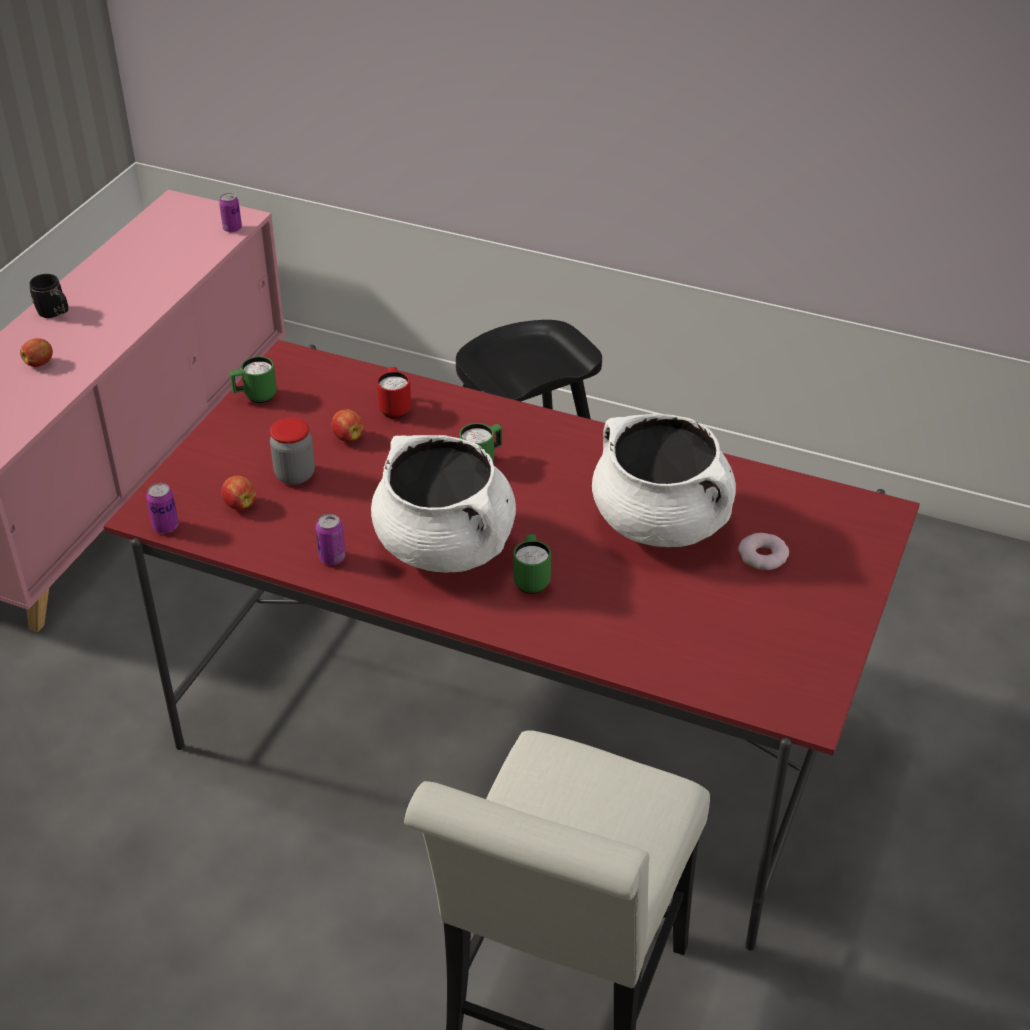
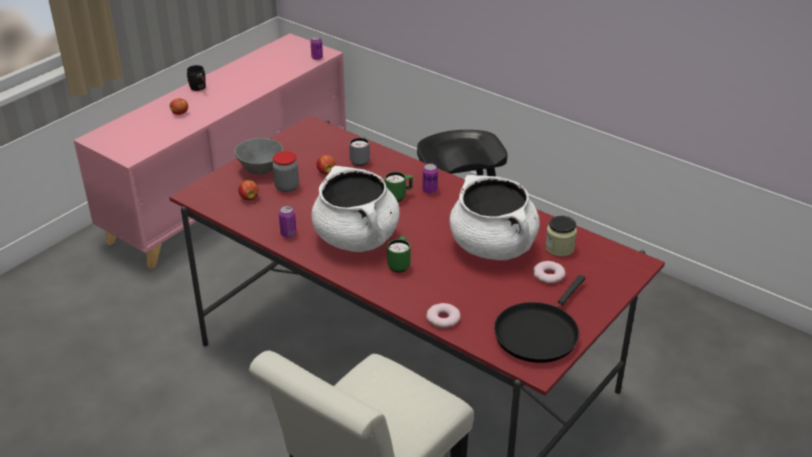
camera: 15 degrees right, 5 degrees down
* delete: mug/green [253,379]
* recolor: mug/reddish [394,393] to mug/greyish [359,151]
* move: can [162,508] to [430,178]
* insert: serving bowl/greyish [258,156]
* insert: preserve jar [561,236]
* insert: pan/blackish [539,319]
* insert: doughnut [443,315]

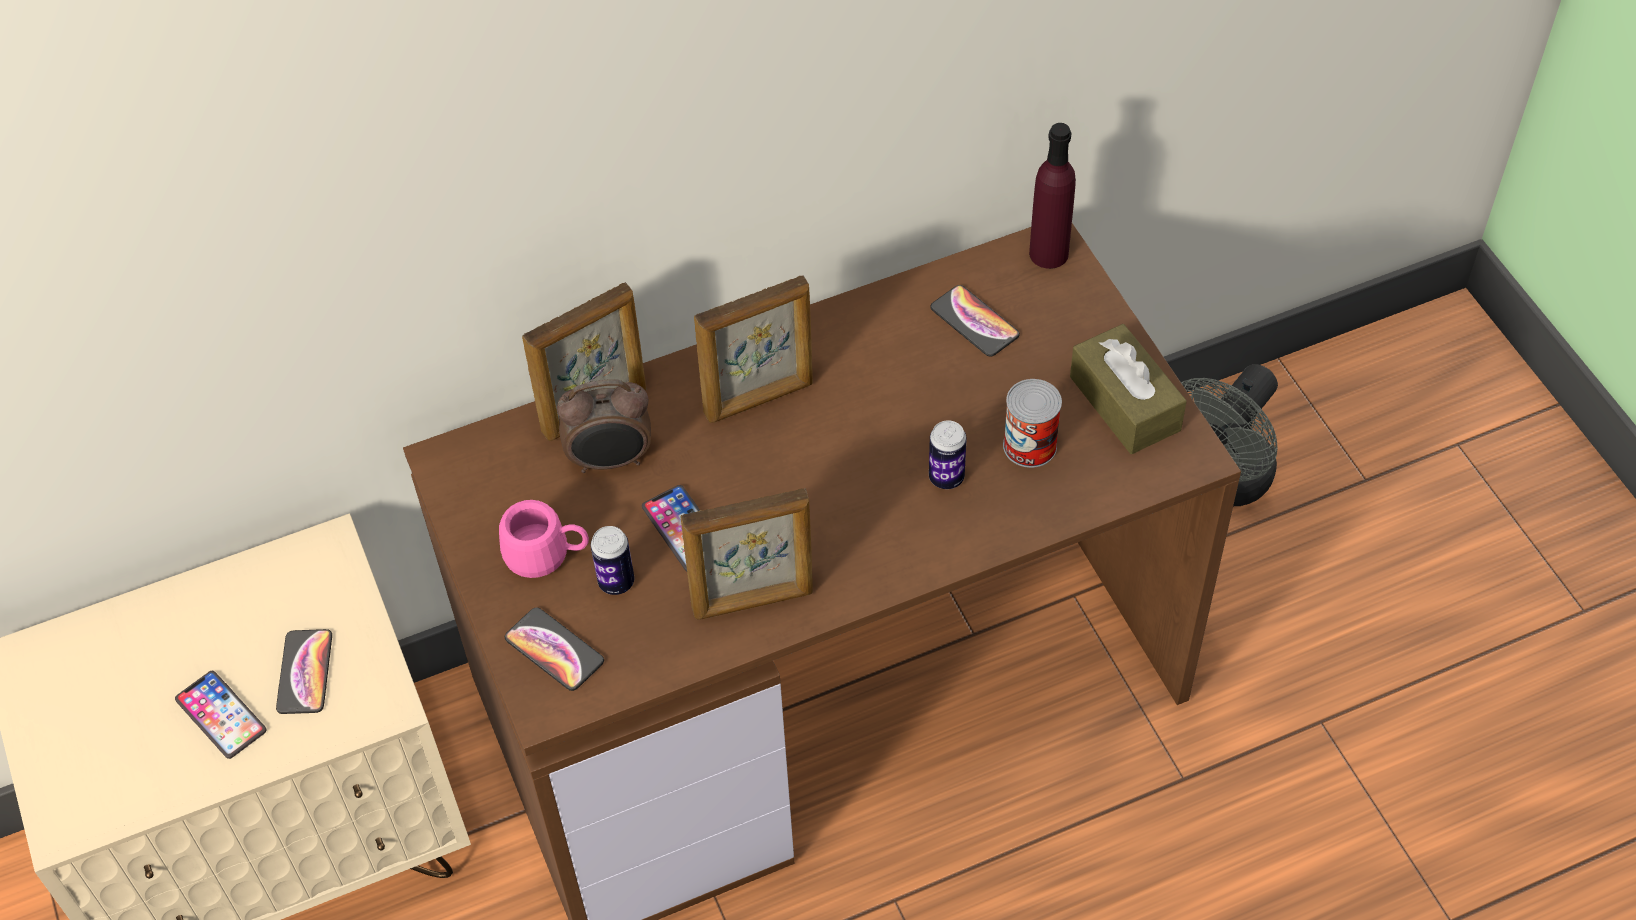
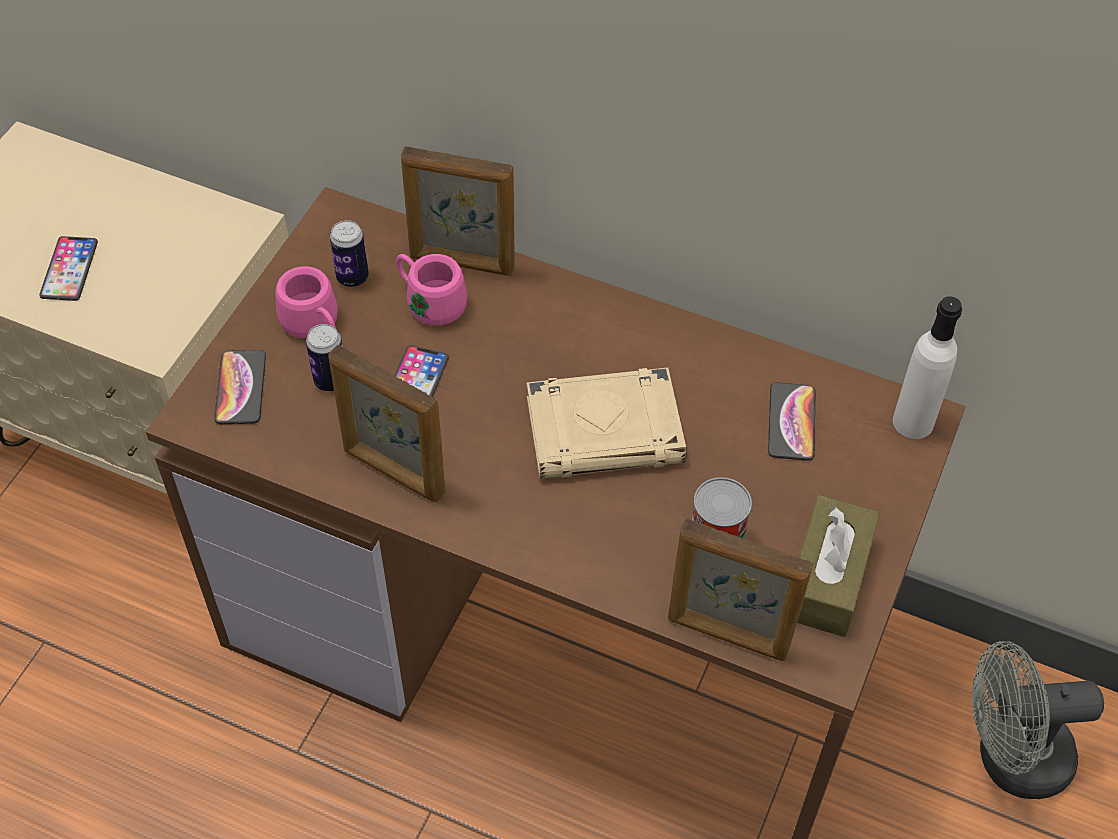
camera: 45 degrees right, 0 degrees up
* recolor: bottle/purple [1052,196] to bottle/white [927,367]
* move: standing frame [753,349] to [740,590]
* replace: bedside clock [604,426] to mug/pink-coloured [431,289]
* move: can [948,454] to [349,253]
* delete: phone [304,671]
* insert: volume/sand-coloured [607,423]

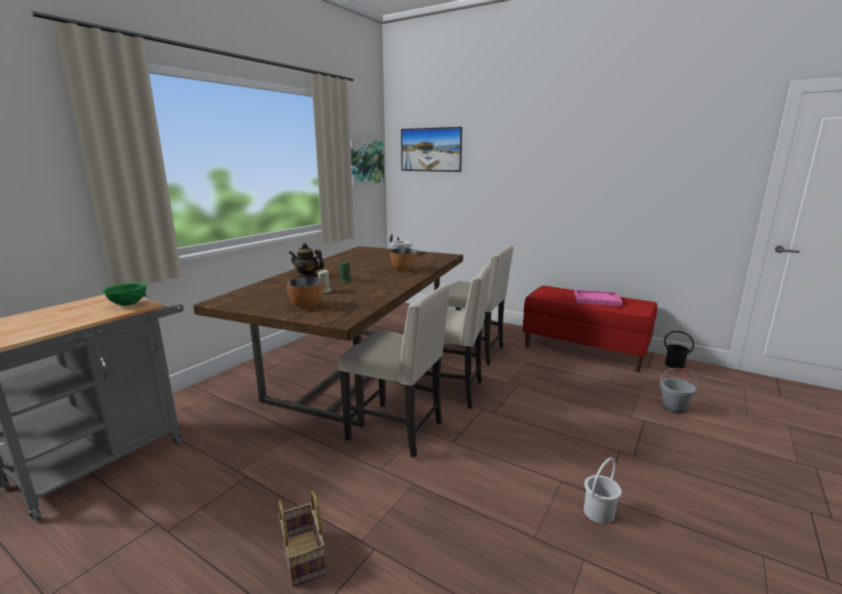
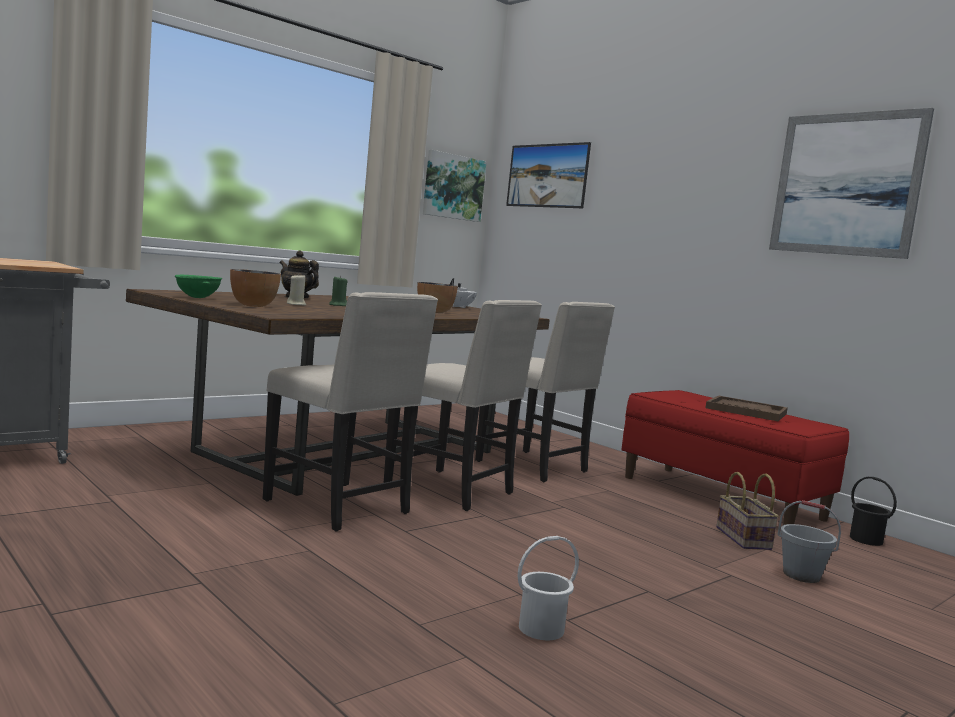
camera: 15 degrees right, 10 degrees down
* move: serving bowl/green [124,294] to [198,286]
* recolor: tray/pink-coloured [598,298] to tray/brown [746,408]
* move: household basket [302,539] to [747,511]
* insert: picture [851,183]

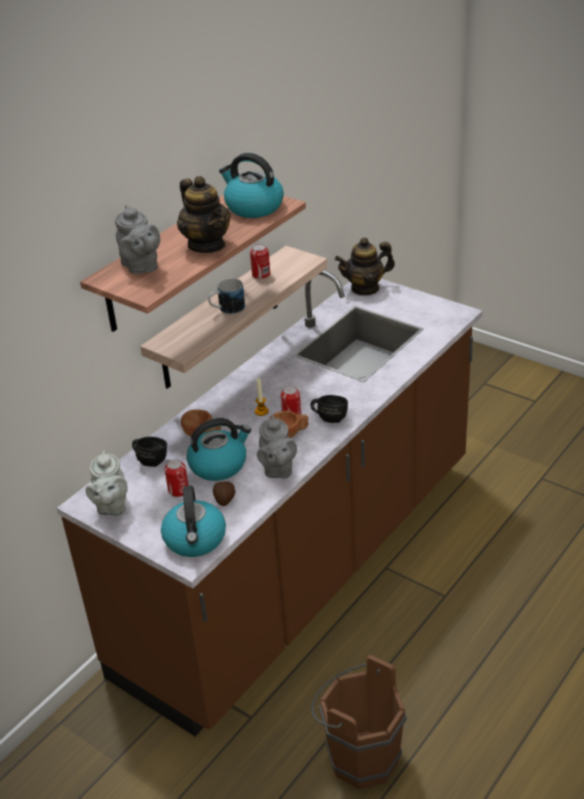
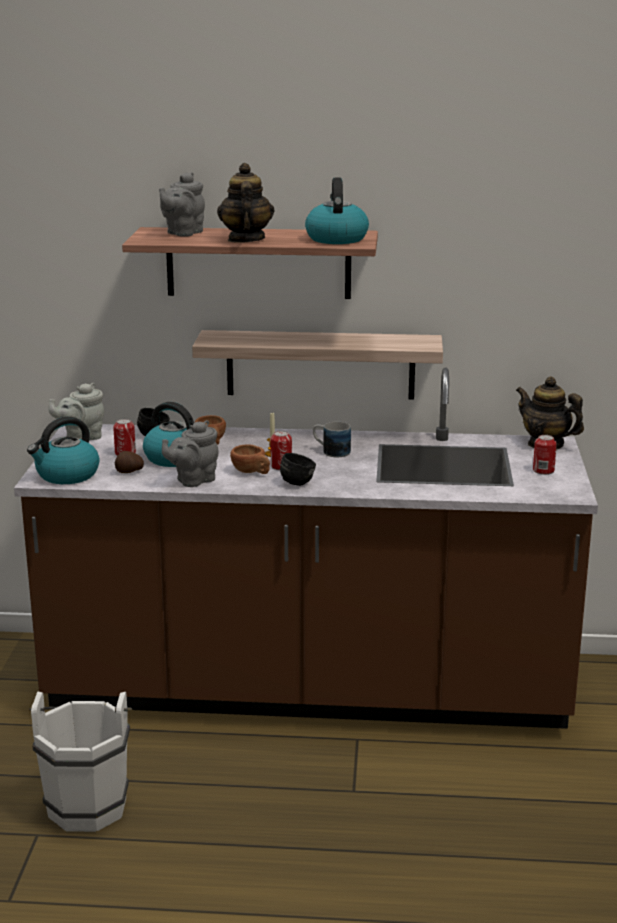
camera: 55 degrees right, 15 degrees down
* rotate: tea pot [204,214] = [246,203] 150 degrees clockwise
* move: can [260,261] to [545,455]
* move: mug [226,296] to [332,439]
* recolor: bucket/brown [359,722] to bucket/white [80,762]

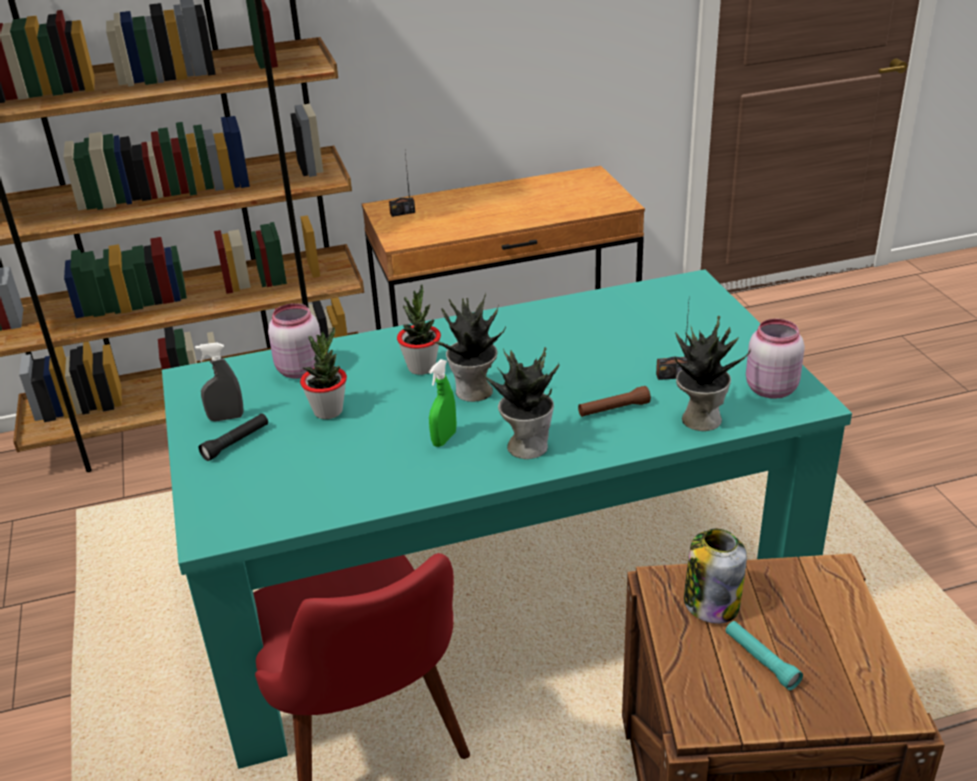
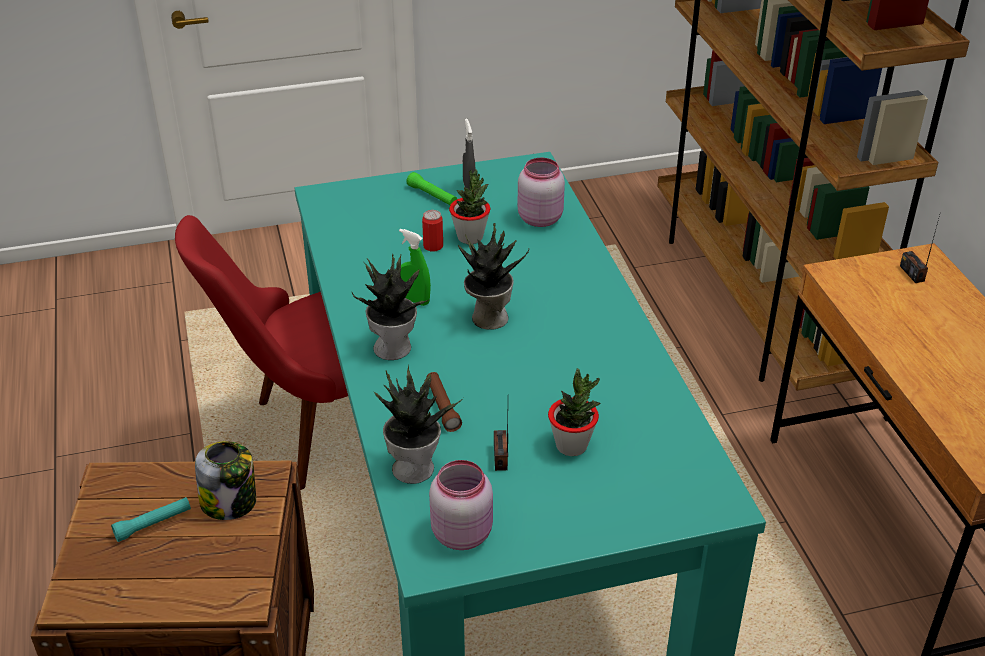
camera: 90 degrees right, 5 degrees up
* move: plant in a pot [419,329] to [574,412]
* recolor: flashlight/blackish [233,437] to flashlight/green [431,188]
* insert: can [432,231]

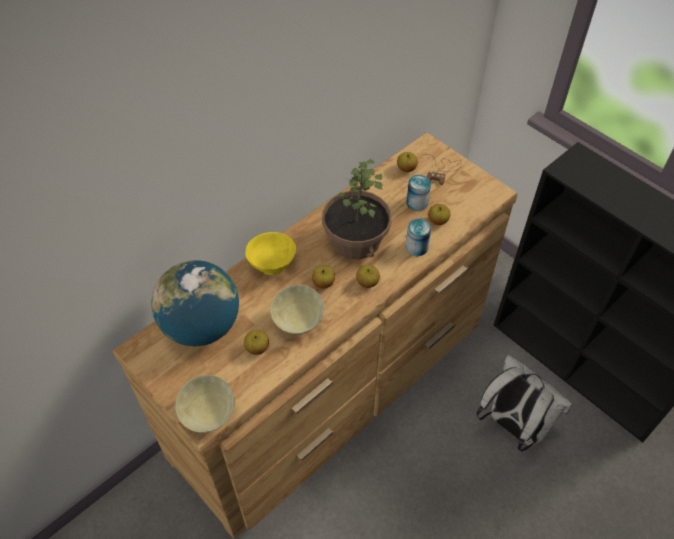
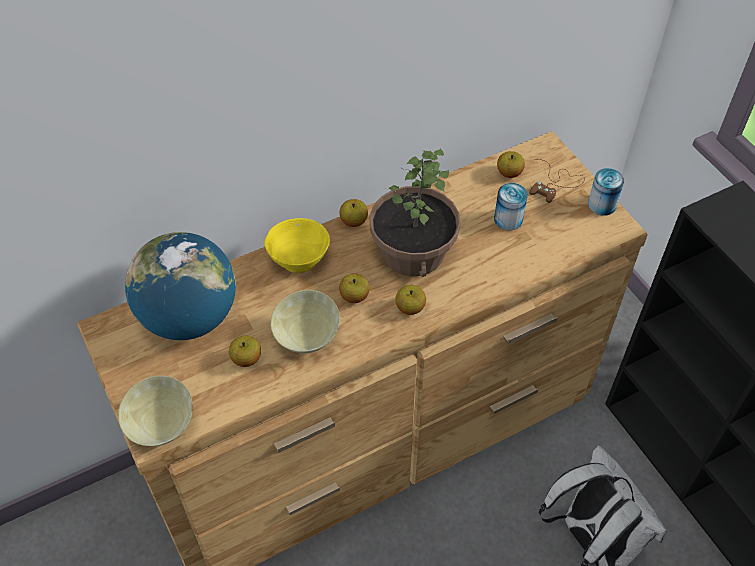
camera: 15 degrees right, 0 degrees up
* move: apple fruit [439,214] to [353,213]
* move: can [418,237] to [606,192]

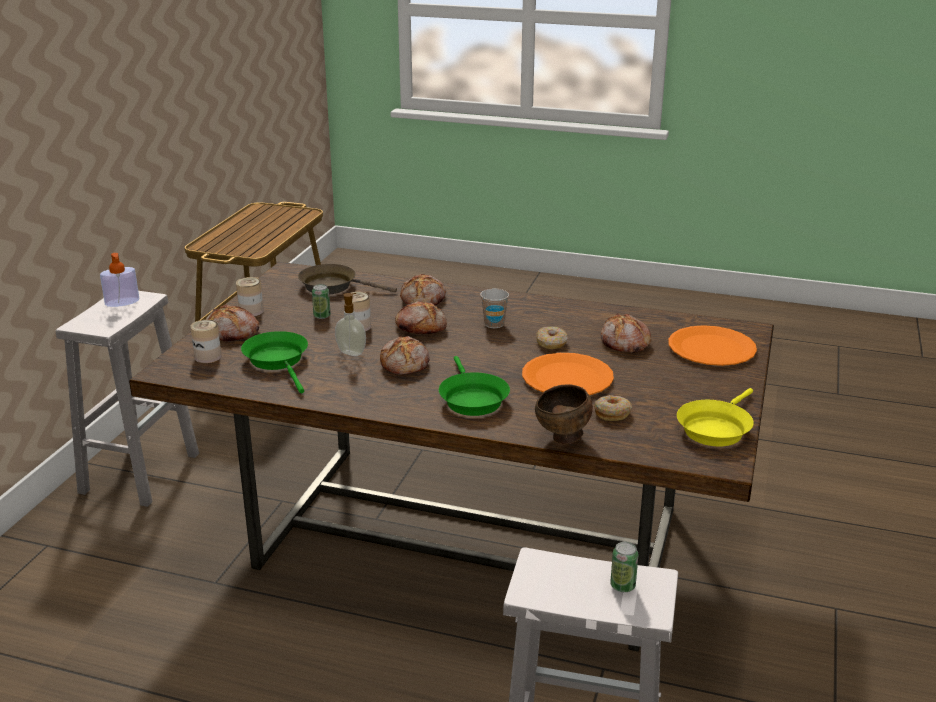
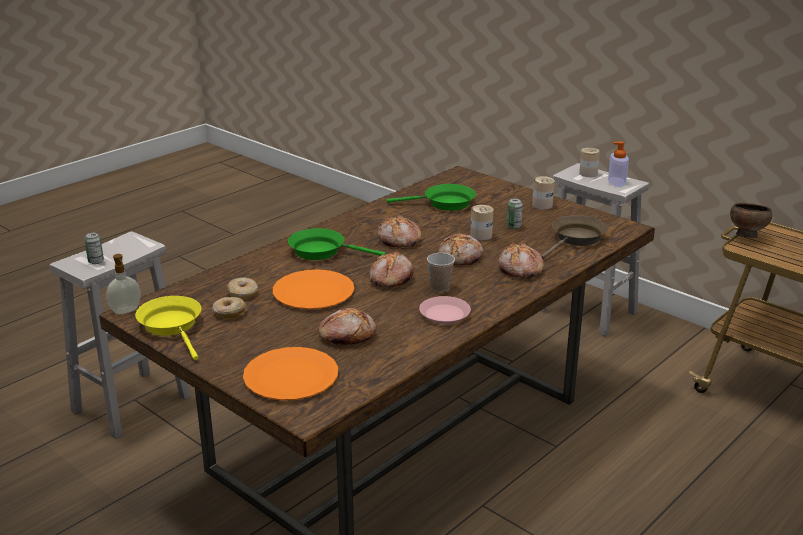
camera: 115 degrees right, 0 degrees up
* move: soap dispenser [350,324] to [123,284]
* move: baked bread [232,323] to [391,269]
* move: can [206,341] to [589,162]
* move: doughnut [552,337] to [229,308]
* move: serving bowl/brown [564,414] to [751,220]
* insert: plate/pink-coloured [445,310]

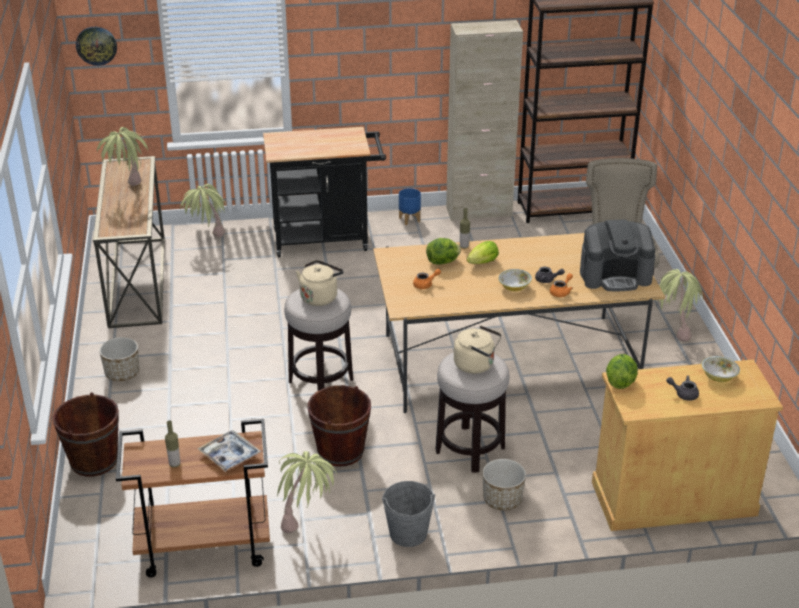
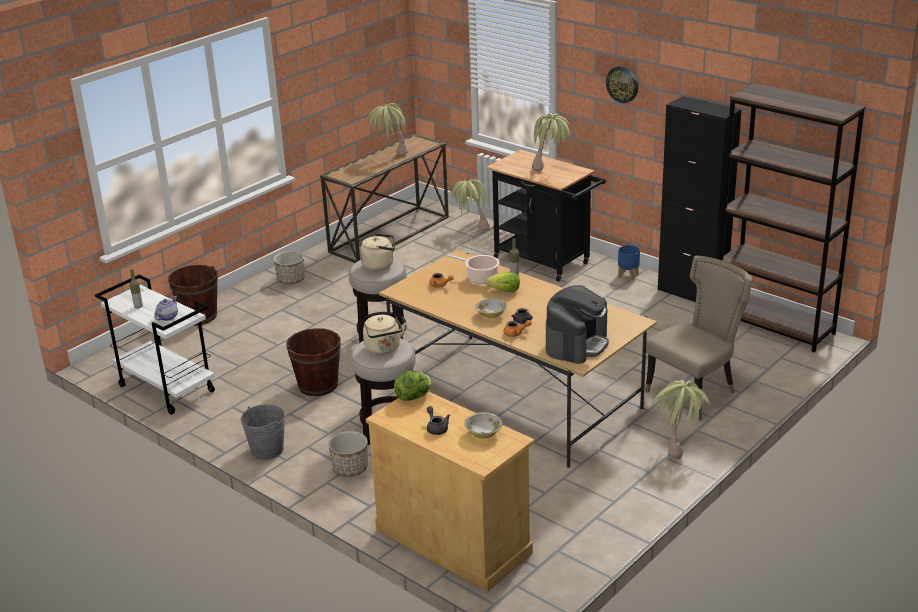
camera: 50 degrees right, 5 degrees down
* recolor: cabinet/sand-coloured [484,120] to cabinet/blackish [700,199]
* move: clock on the wall [96,46] to [622,84]
* rotate: coffee maker [617,255] = [577,324] 105 degrees counterclockwise
* replace: lettuce [443,251] to saucepot [473,269]
* recolor: cart/brown [193,498] to cart/white [155,345]
* replace: tray [229,451] to tea pot [166,308]
* move: plant in a pot [307,492] to [551,142]

